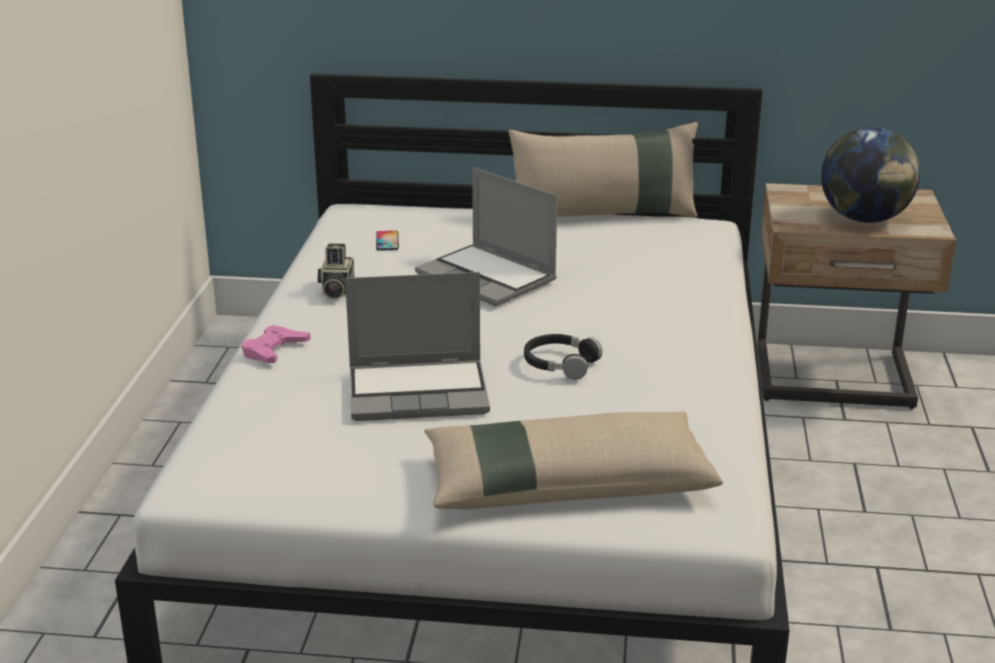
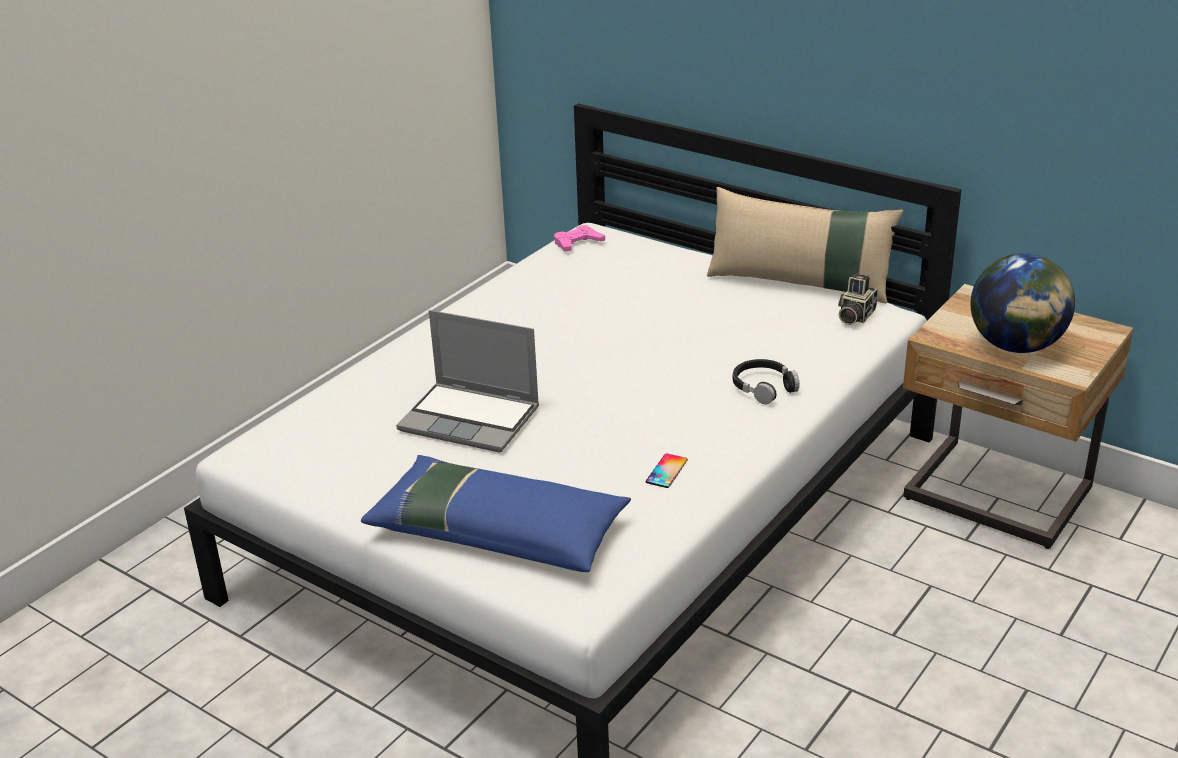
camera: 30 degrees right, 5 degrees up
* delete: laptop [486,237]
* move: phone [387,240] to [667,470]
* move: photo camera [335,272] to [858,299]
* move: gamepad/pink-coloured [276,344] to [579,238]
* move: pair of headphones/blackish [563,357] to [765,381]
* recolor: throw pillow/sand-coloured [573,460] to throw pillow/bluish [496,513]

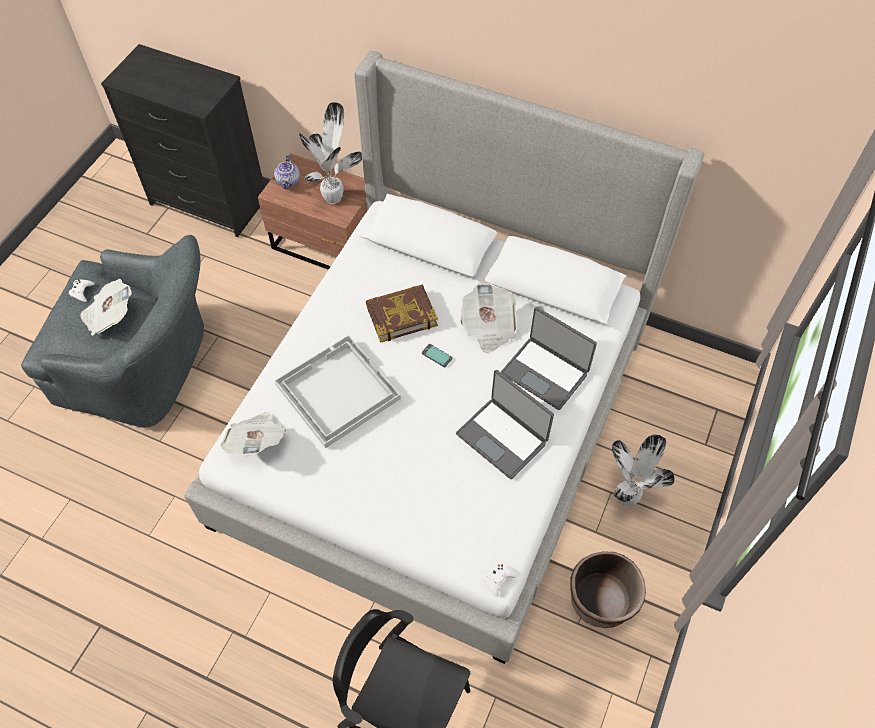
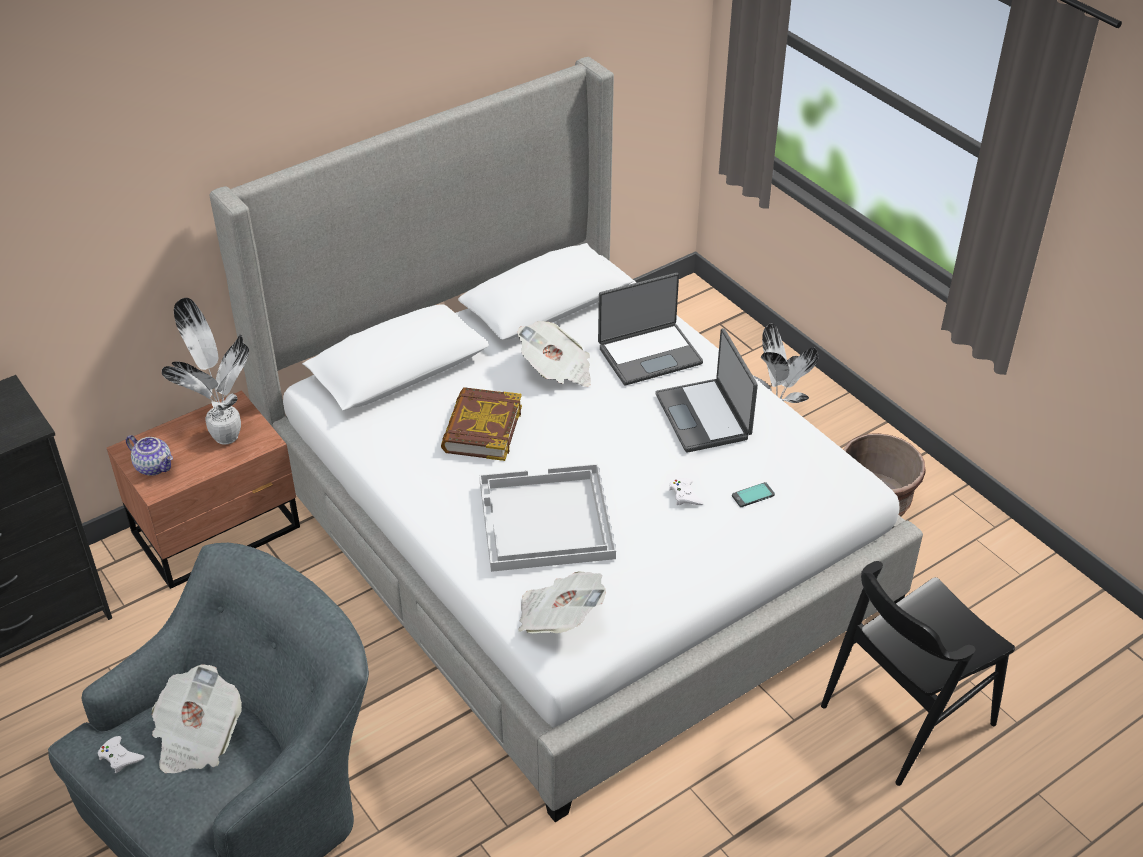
camera: 60 degrees left, 15 degrees down
* move: phone [437,355] to [753,494]
* rotate: laptop [505,424] = [706,390] 90 degrees clockwise
* move: gamepad/white [500,579] to [686,491]

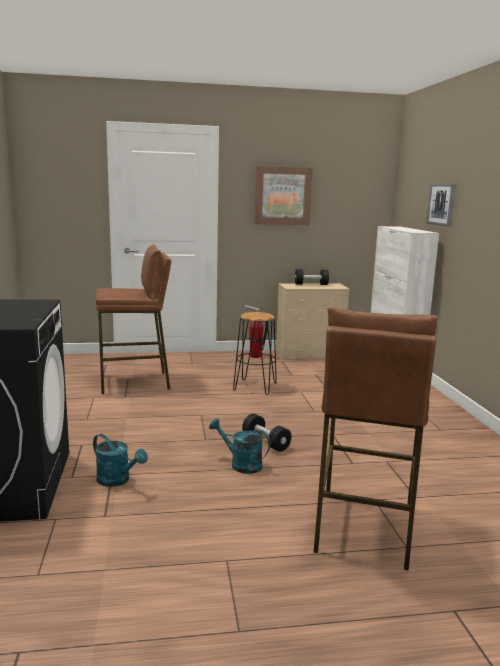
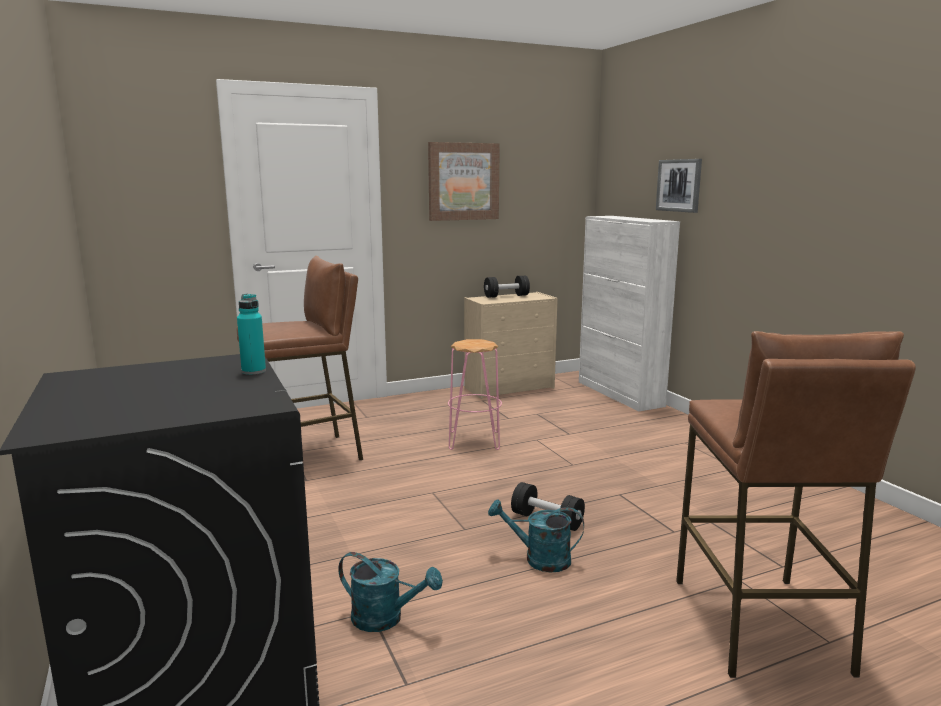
camera: 15 degrees left, 0 degrees up
* delete: fire extinguisher [256,331]
* recolor: sitting stool/blackish [255,353] to sitting stool/pink-coloured [475,394]
* insert: bottle/blue-green [251,334]

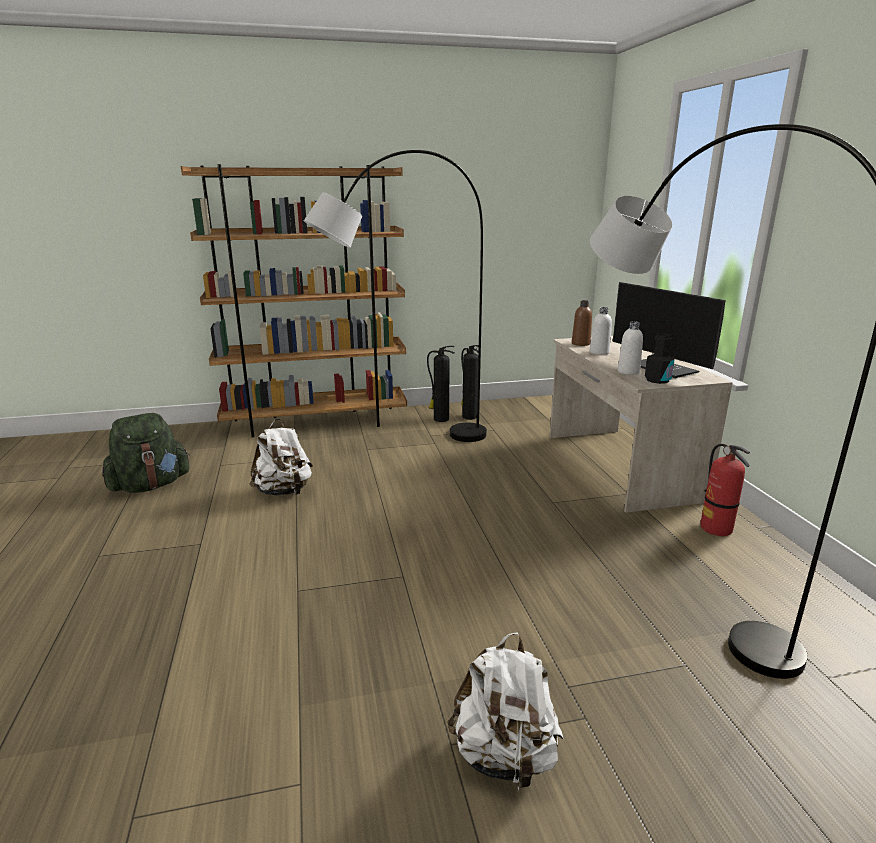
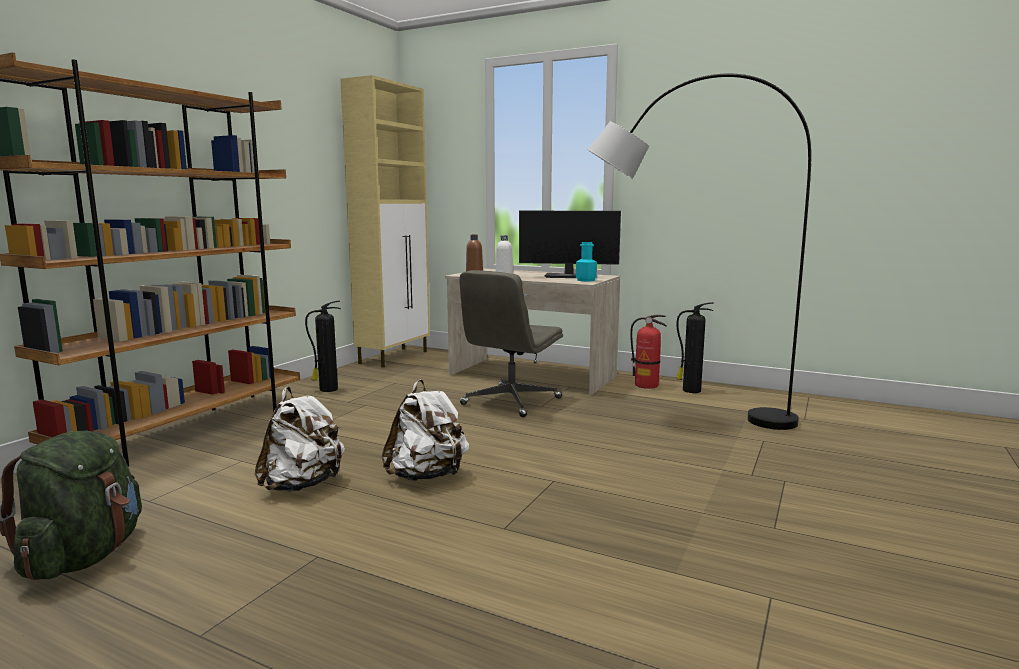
camera: 50 degrees left, 10 degrees down
* delete: floor lamp/greyish [395,296]
* delete: bottle/white [630,348]
* recolor: bottle/blackish [659,358] to bottle/blue-green [586,261]
* move: fire extinguisher [470,382] to [695,347]
* move: backpack/white [506,711] to [425,430]
* insert: cabinet/sand-coloured [385,221]
* insert: desk chair/greyish [511,343]

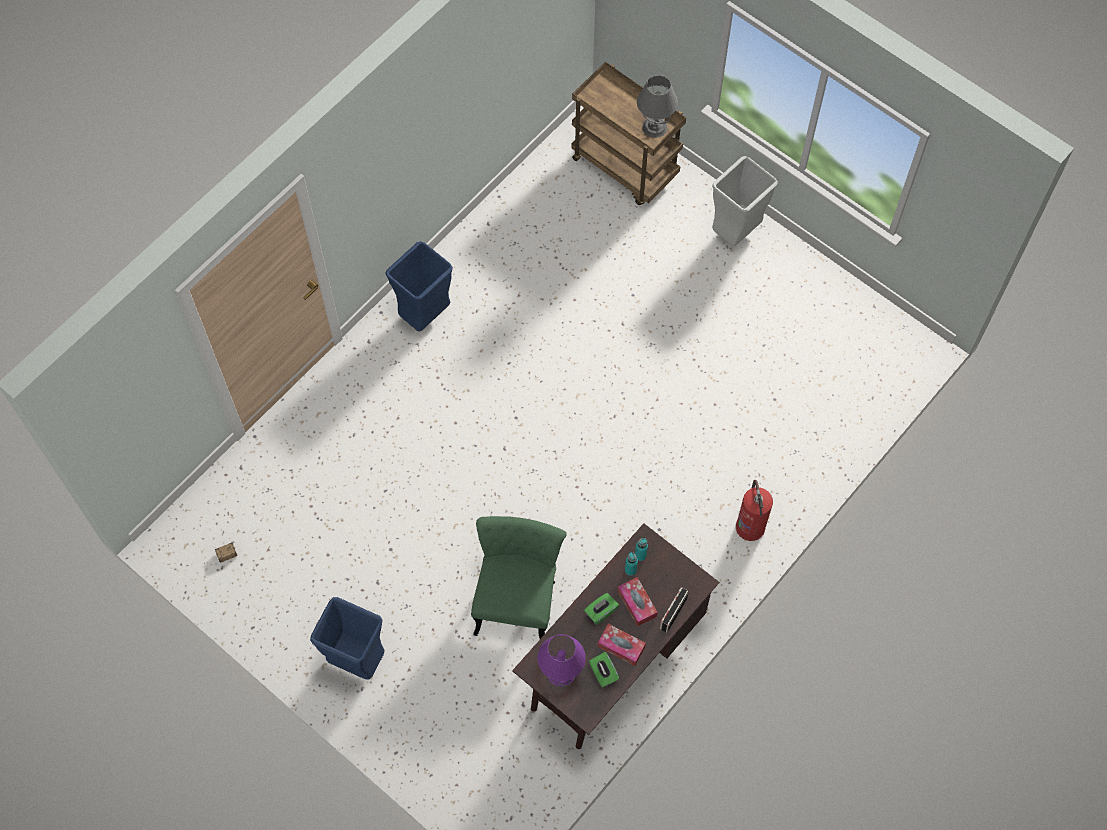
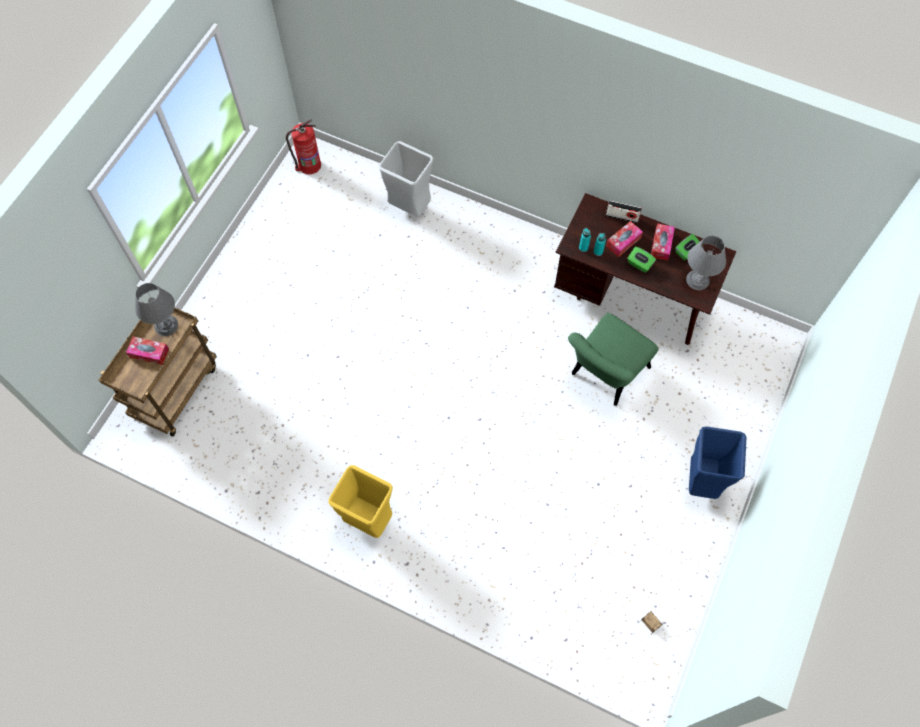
camera: 105 degrees left, 0 degrees up
* move: rubbish bin/greyish [745,201] to [406,179]
* recolor: rubbish bin/bluish [419,286] to rubbish bin/yellowish [360,501]
* move: fire extinguisher [754,510] to [303,146]
* rotate: plain chair/green [519,577] = [613,359] 45 degrees counterclockwise
* recolor: lamp for a table/purple [562,660] to lamp for a table/greyish [706,263]
* insert: tissue holder [147,351]

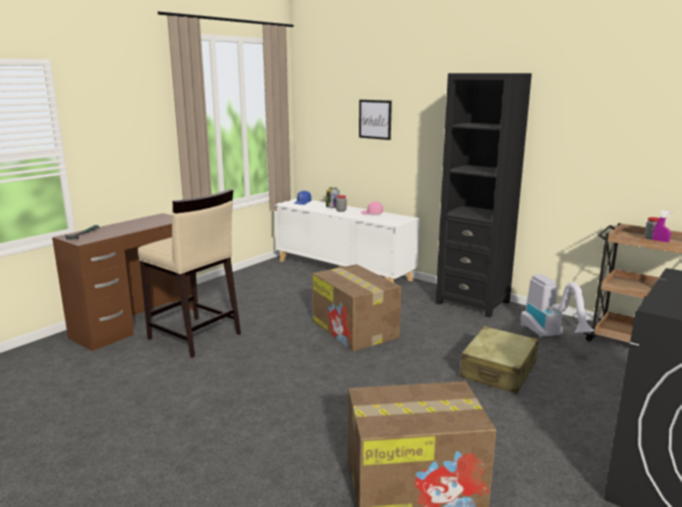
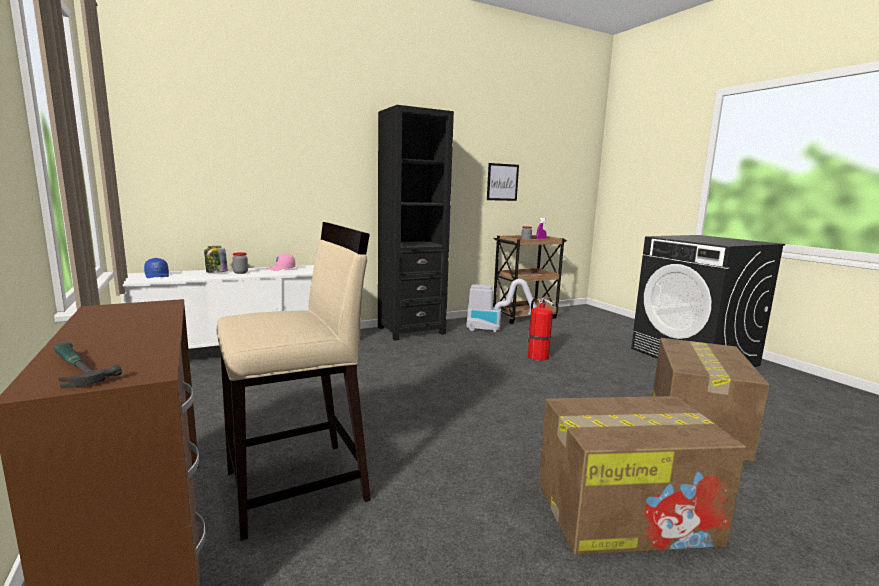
camera: 65 degrees left, 5 degrees down
* move: picture [375,120] to [503,182]
* move: packing box [356,307] to [642,475]
* replace: piece of luggage/sand-coloured [499,360] to fire extinguisher [540,329]

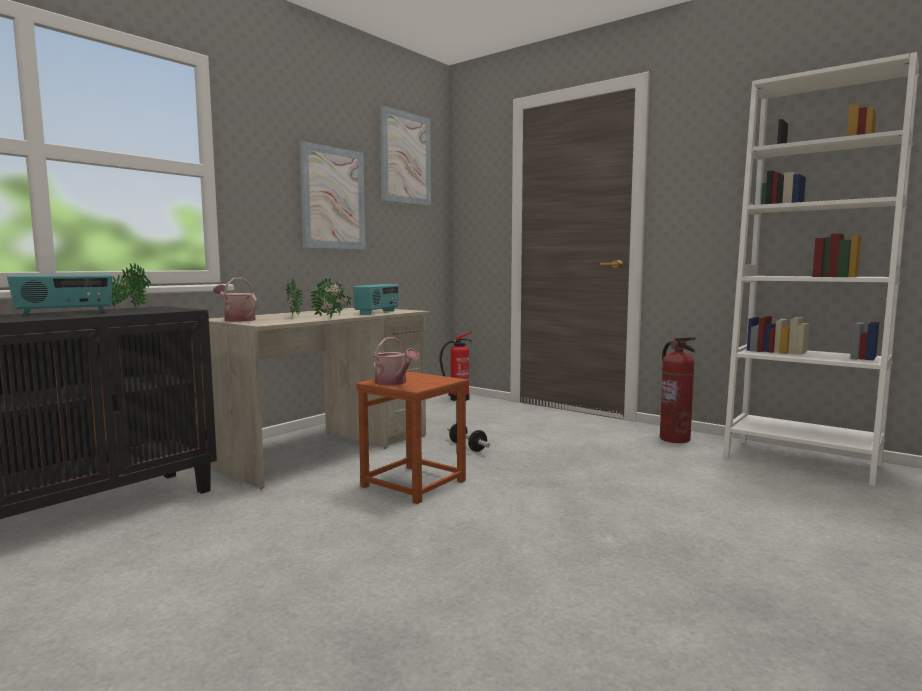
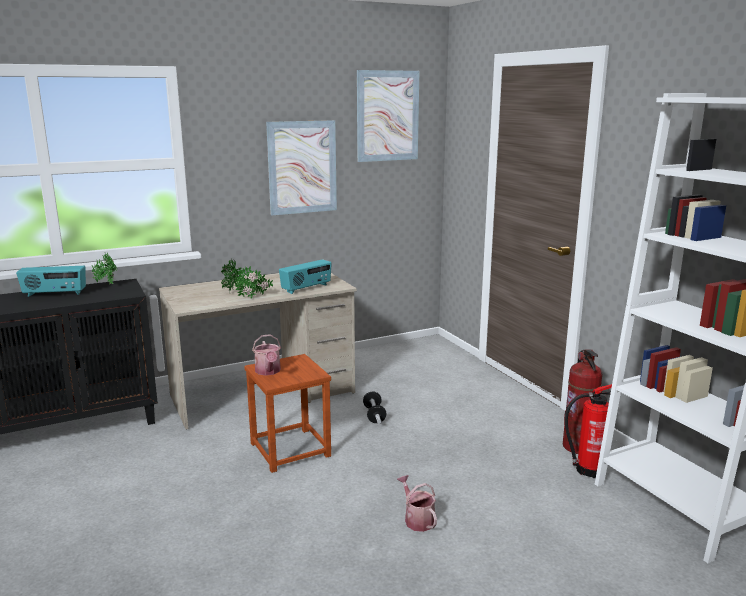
camera: 25 degrees right, 10 degrees up
* move: sprinkling can [235,300] to [417,503]
* move: fire extinguisher [455,366] to [588,431]

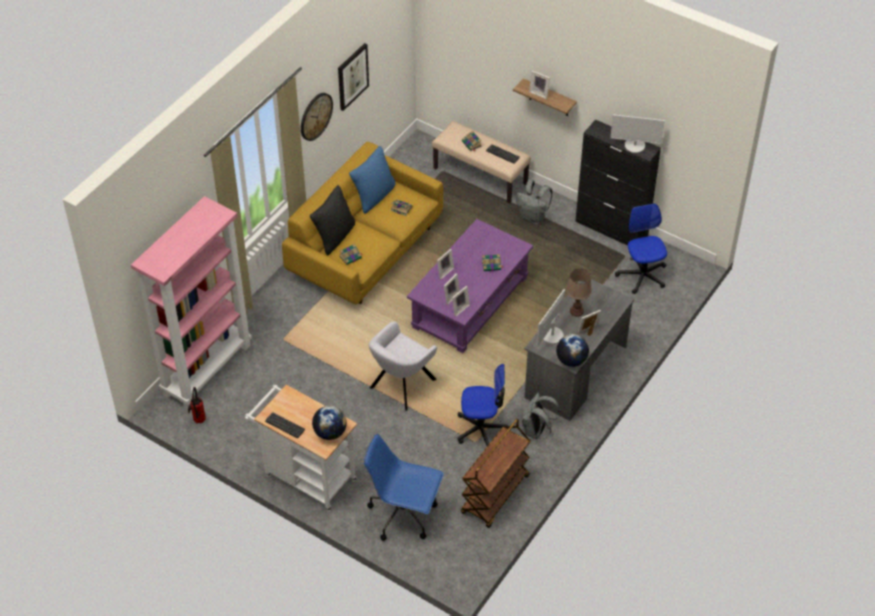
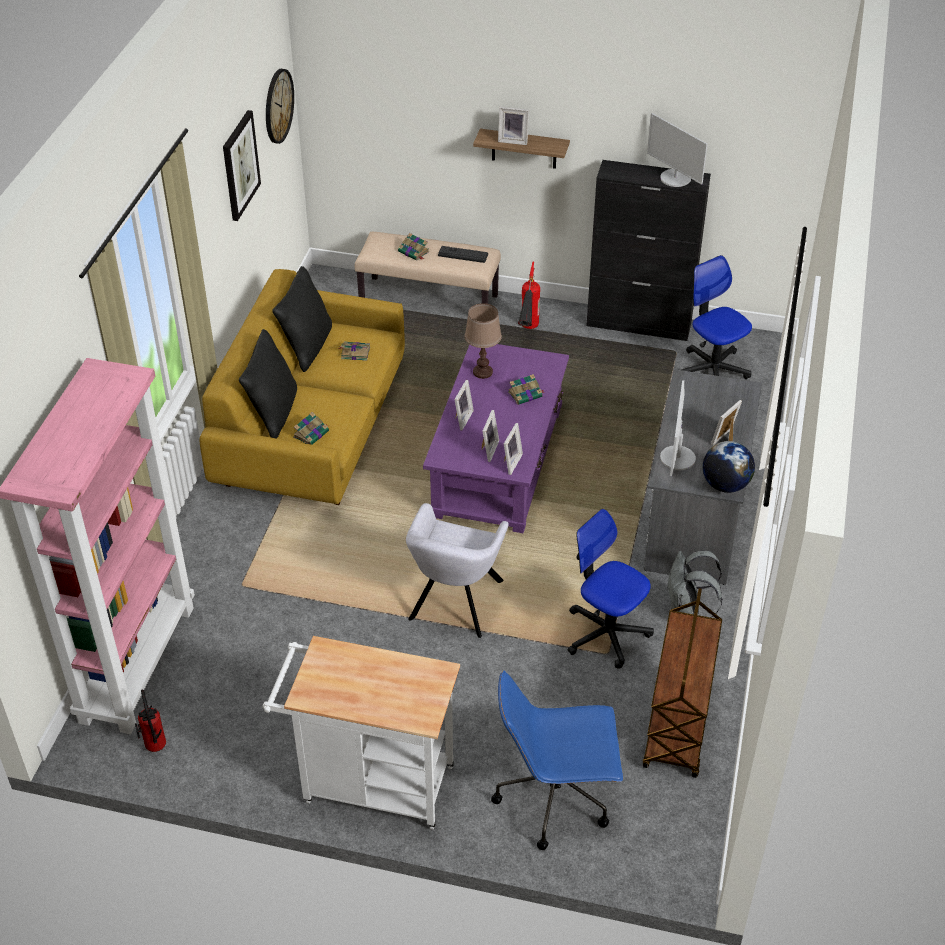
camera: 20 degrees left, 5 degrees down
* move: clock on the wall [317,117] to [280,106]
* rotate: monitor [637,133] = [677,150] 60 degrees clockwise
* recolor: throw pillow/bluish [372,180] to throw pillow/blackish [302,319]
* replace: backpack/greyish [534,202] to fire extinguisher [529,295]
* move: lamp for a table/brown [579,293] to [483,341]
* rotate: desk chair [484,405] = [610,589] 120 degrees counterclockwise
* delete: desk globe [329,423]
* delete: computer keyboard [285,425]

